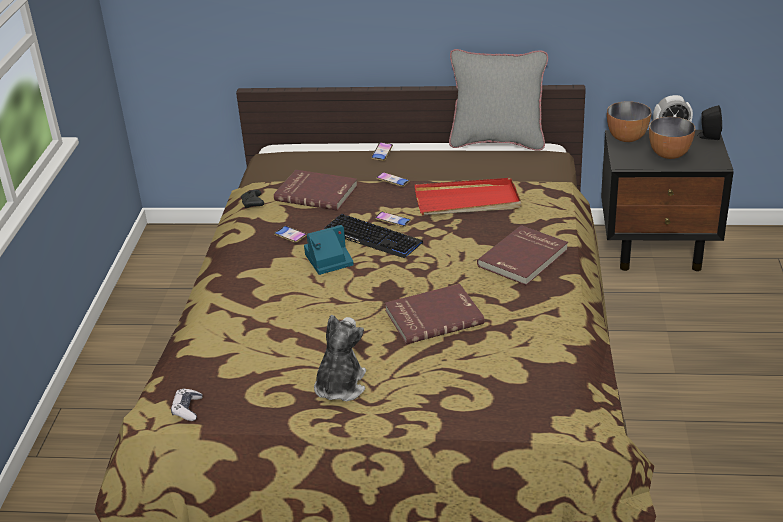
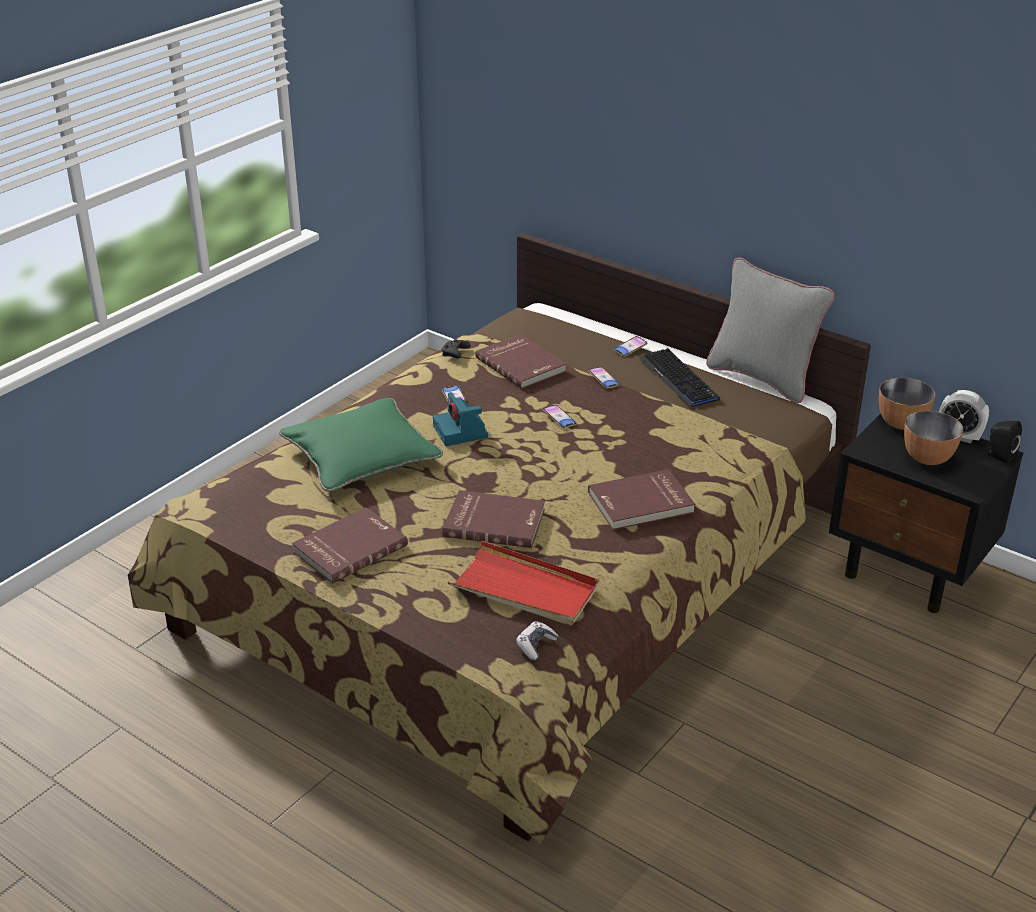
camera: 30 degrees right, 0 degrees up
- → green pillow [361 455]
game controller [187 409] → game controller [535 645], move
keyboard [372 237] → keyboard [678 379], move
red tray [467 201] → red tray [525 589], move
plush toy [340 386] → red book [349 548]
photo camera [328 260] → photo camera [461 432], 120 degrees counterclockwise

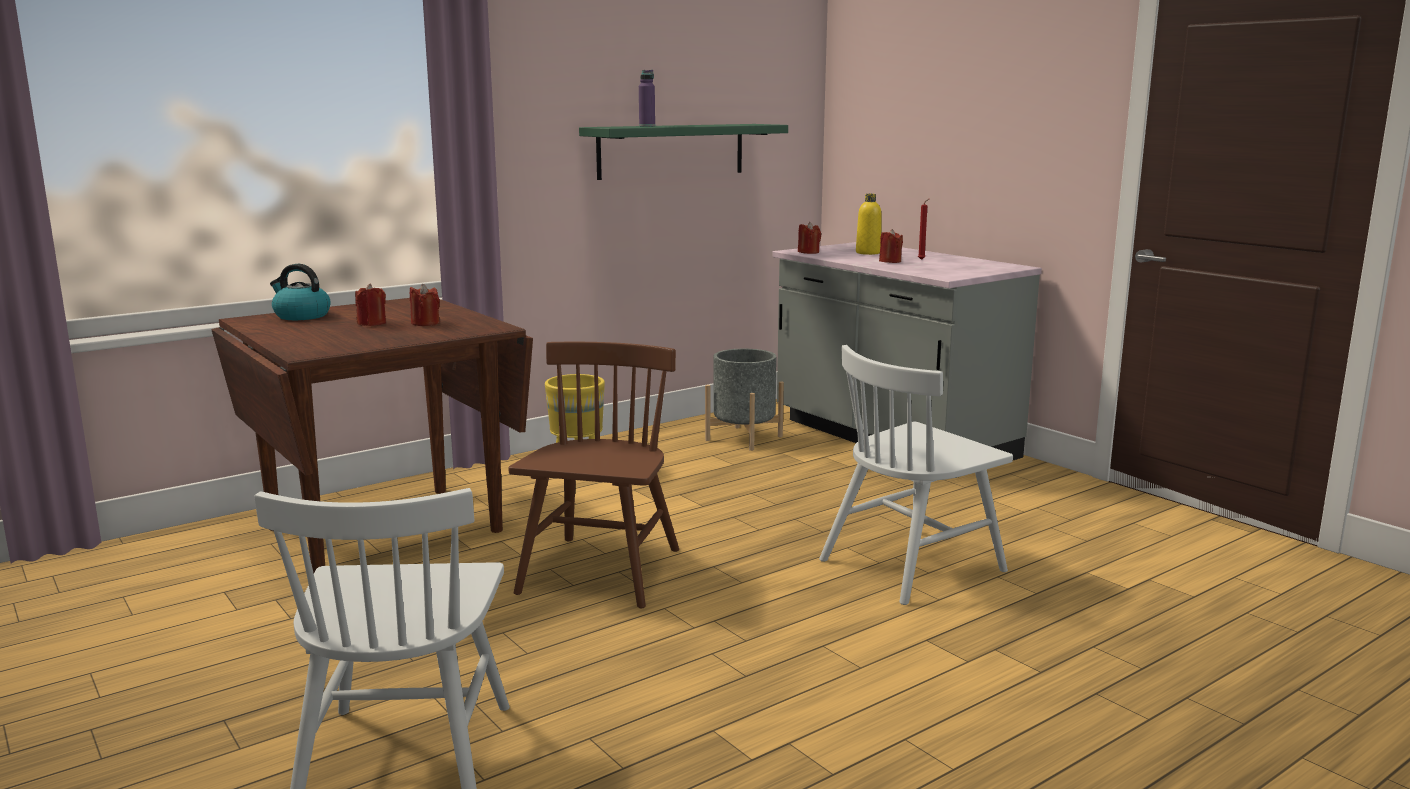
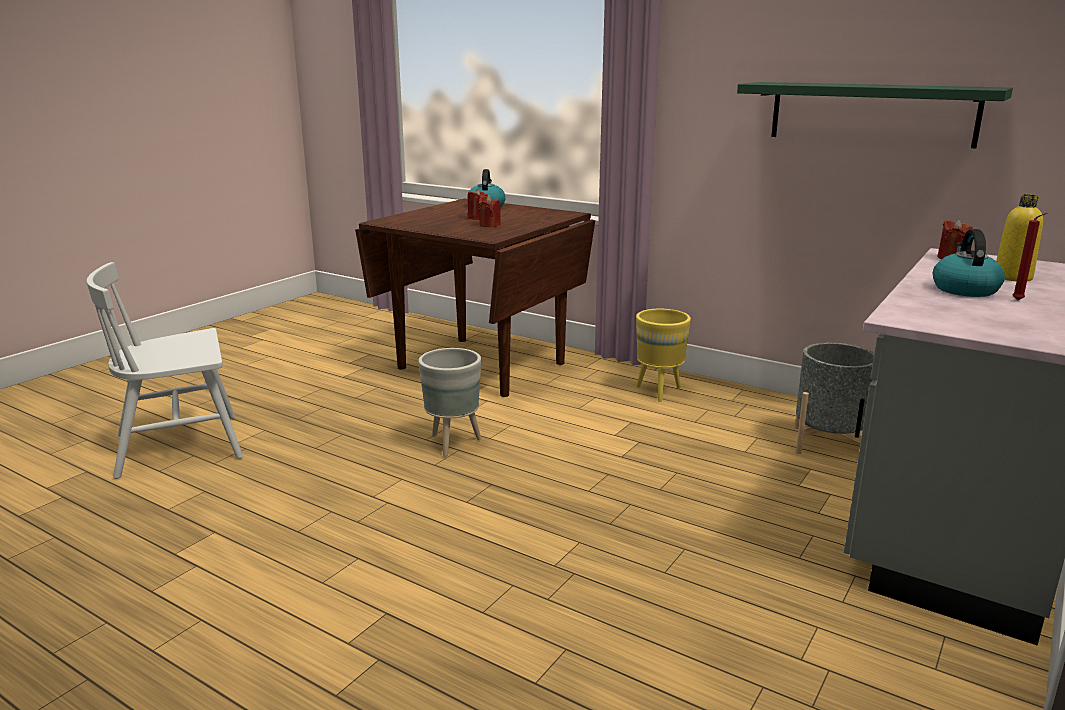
camera: 70 degrees right, 5 degrees up
purple bottle [647 126] → -
white chair [912 565] → -
brown chair [601 572] → grey planter [453 444]
red candle [890 261] → kettle [964 289]

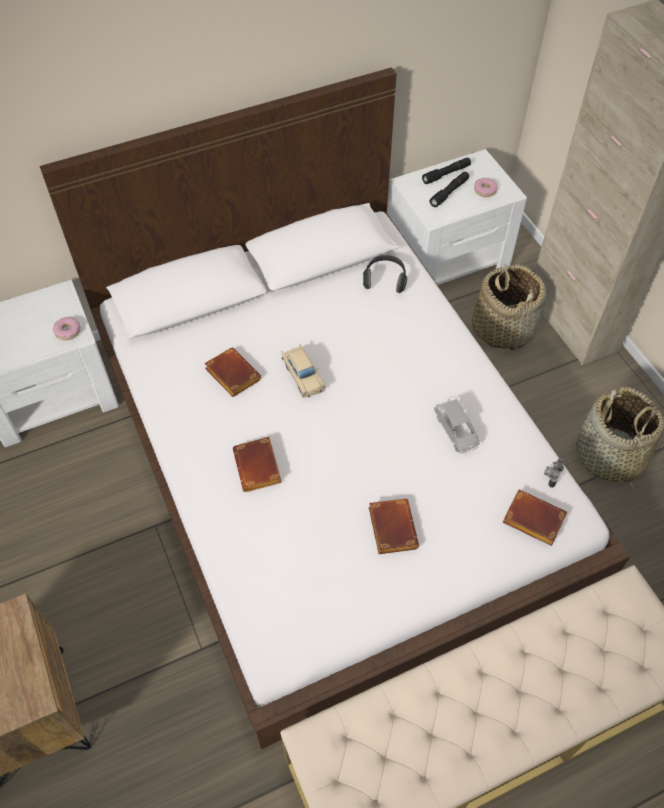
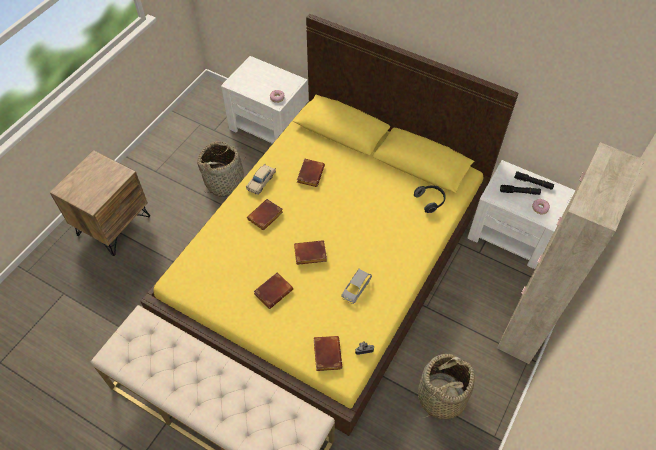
camera: 55 degrees right, 0 degrees up
- → brown book [309 255]
beige toy car [303 375] → beige toy car [261 181], move
basket [502 328] → basket [225 182], move
white bed [331 453] → yellow bed [329 256]

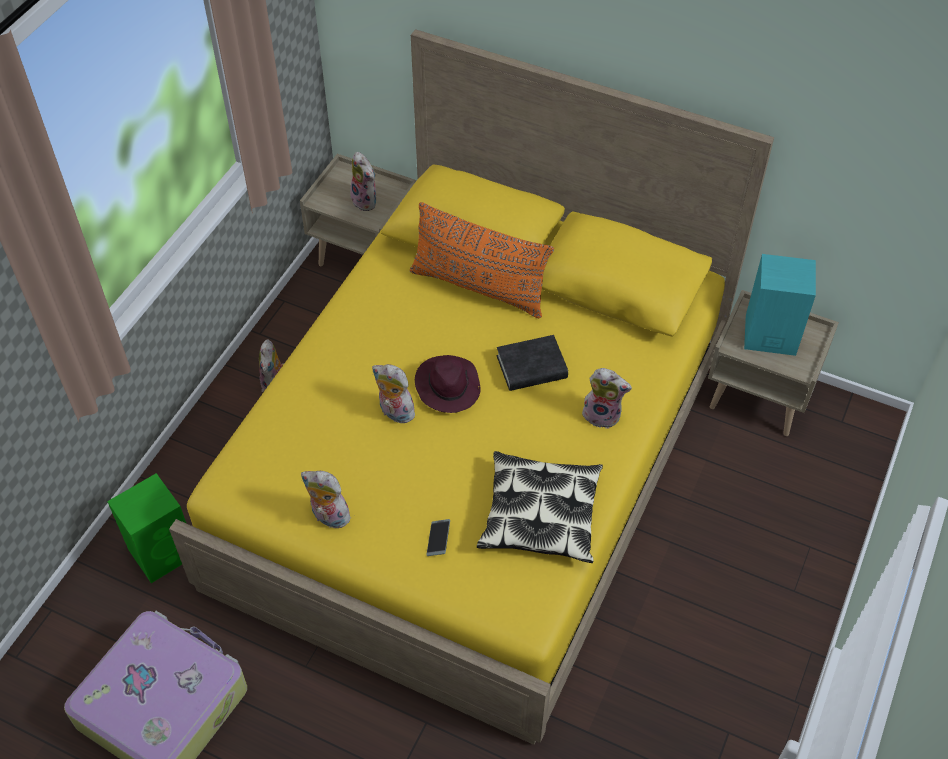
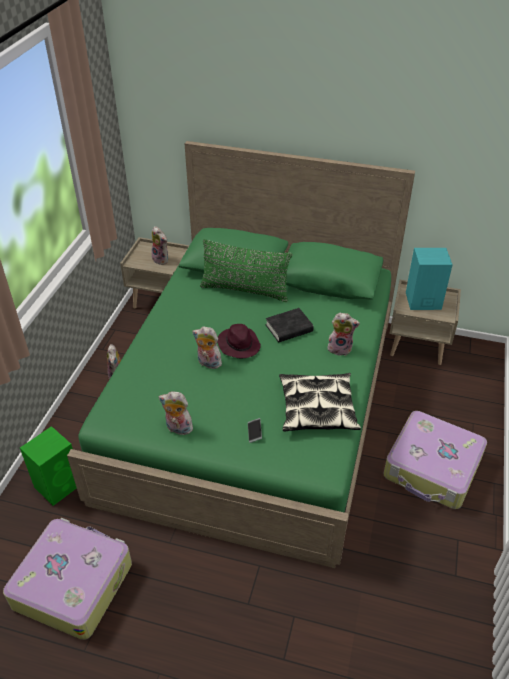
camera: 10 degrees left, 10 degrees down
- → suitcase [432 468]
yellow bed [475 462] → green bed [255 403]
orange pillow [479 287] → green pillow [245 290]

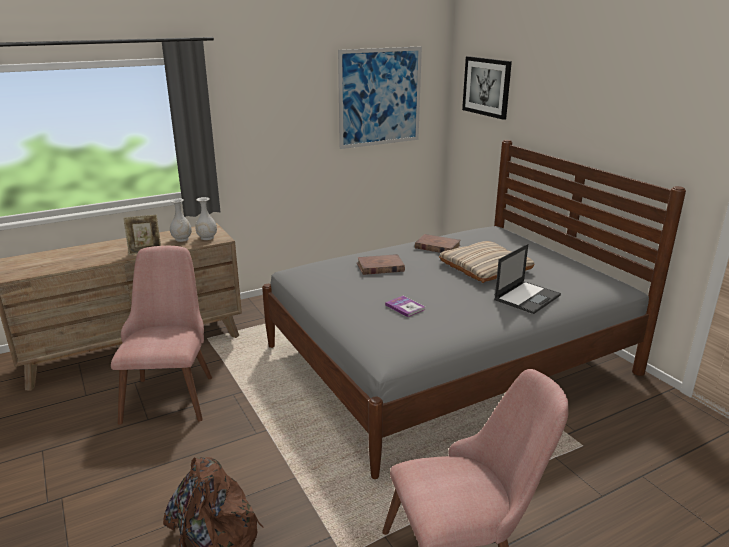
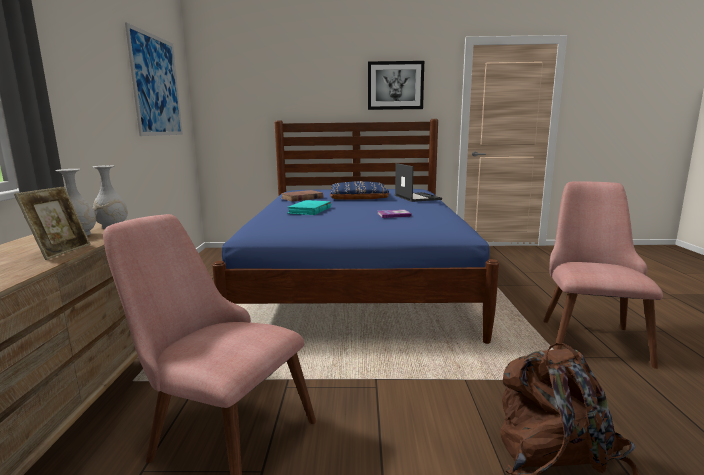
camera: 60 degrees left, 10 degrees down
picture [486 87] → picture [395 85], move
grey bed [448 359] → blue bed [356 282]
brown book [380 267] → turquoise book [309 210]
beige pillow [485 267] → blue pillow [358 196]

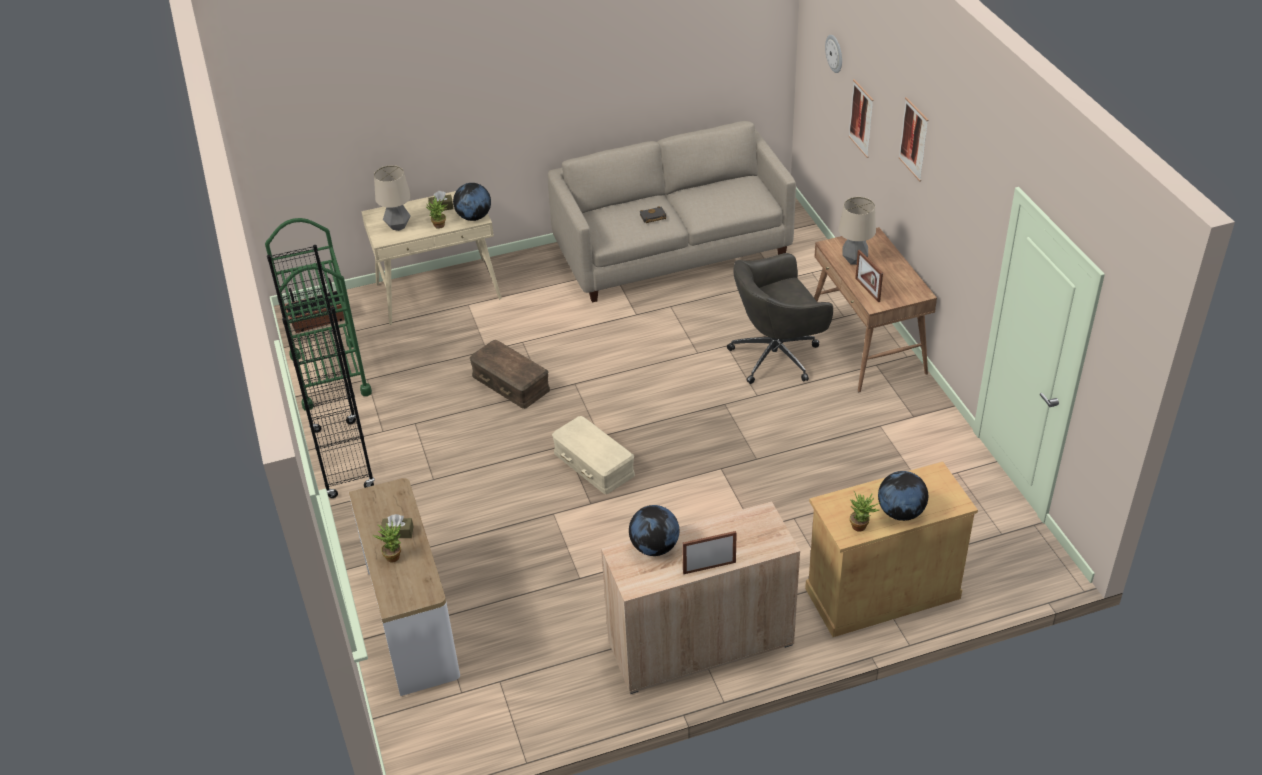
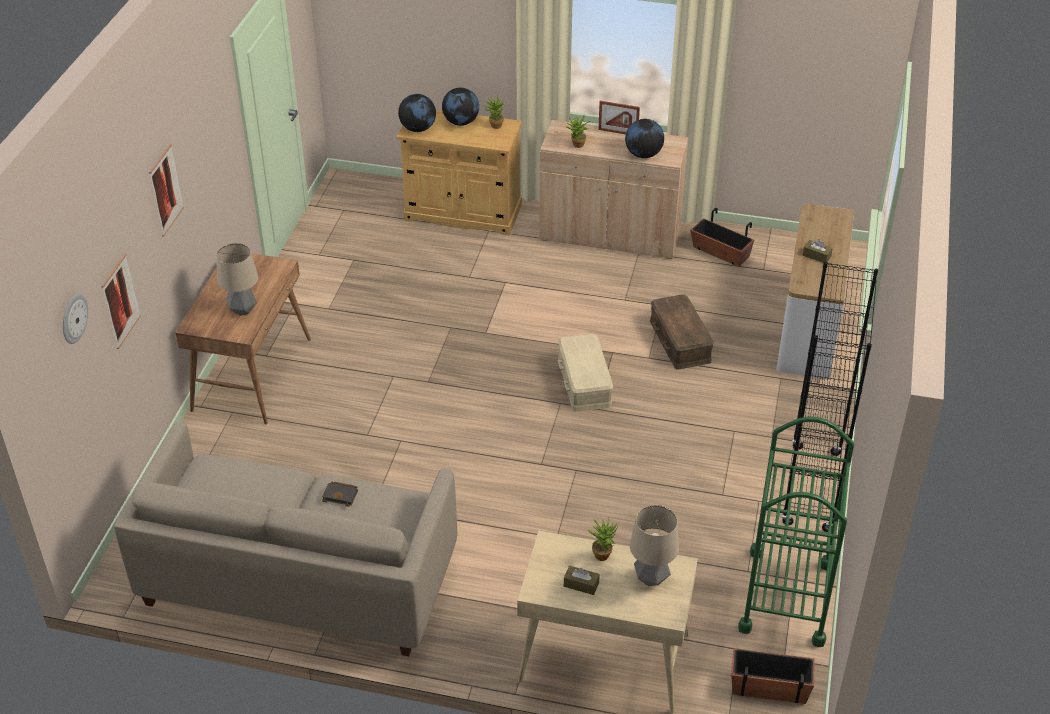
camera: 150 degrees left, 0 degrees up
grey office chair [777 356] → -
picture frame [867 290] → -
- → planter [720 252]
potted plant [393 555] → potted plant [577 146], move
globe [474 217] → globe [418 129], move
brown storage box [510 383] → brown storage box [681 341], move

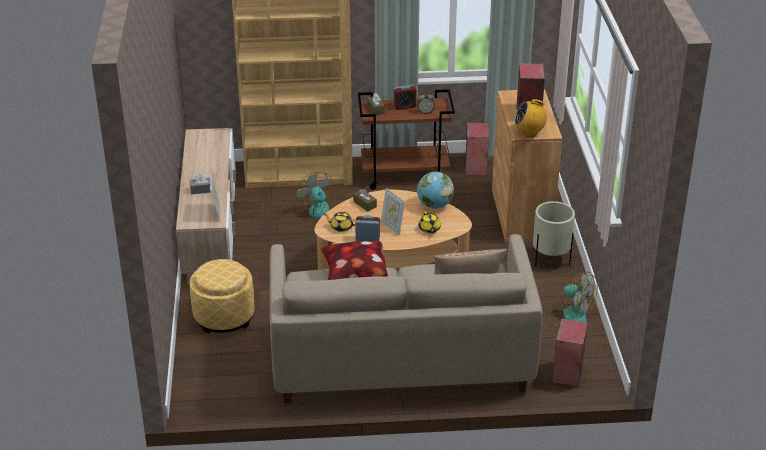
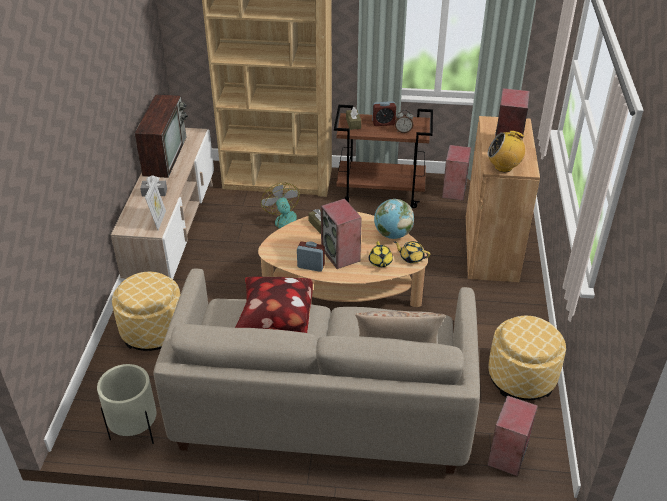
camera: 10 degrees right, 5 degrees up
- → television [165 155]
yellow teapot [341 227] → yellow teapot [411 257], move
beige planter [550 260] → beige planter [135 431], move
picture frame [392 227] → speaker [341 255]
fan [568 315] → ottoman [521 377]

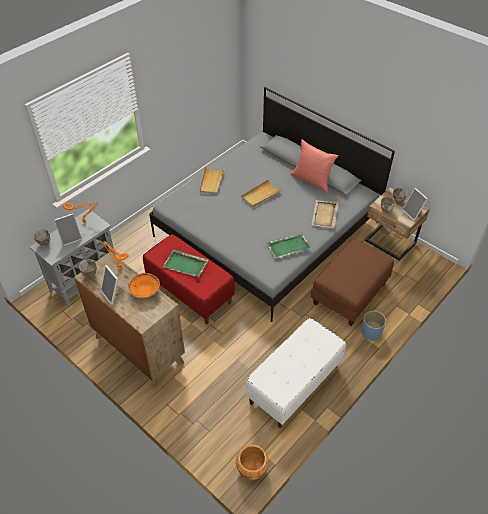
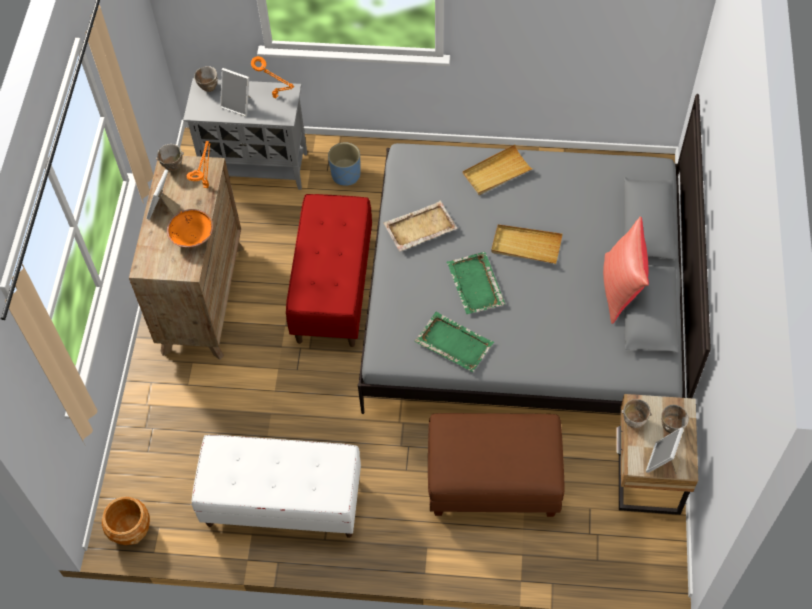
camera: 55 degrees right, 10 degrees up
green tray [186 264] → green tray [475 285], move
beige tray [324 215] → beige tray [419 227], move
blue planter [371 332] → blue planter [346 175], move

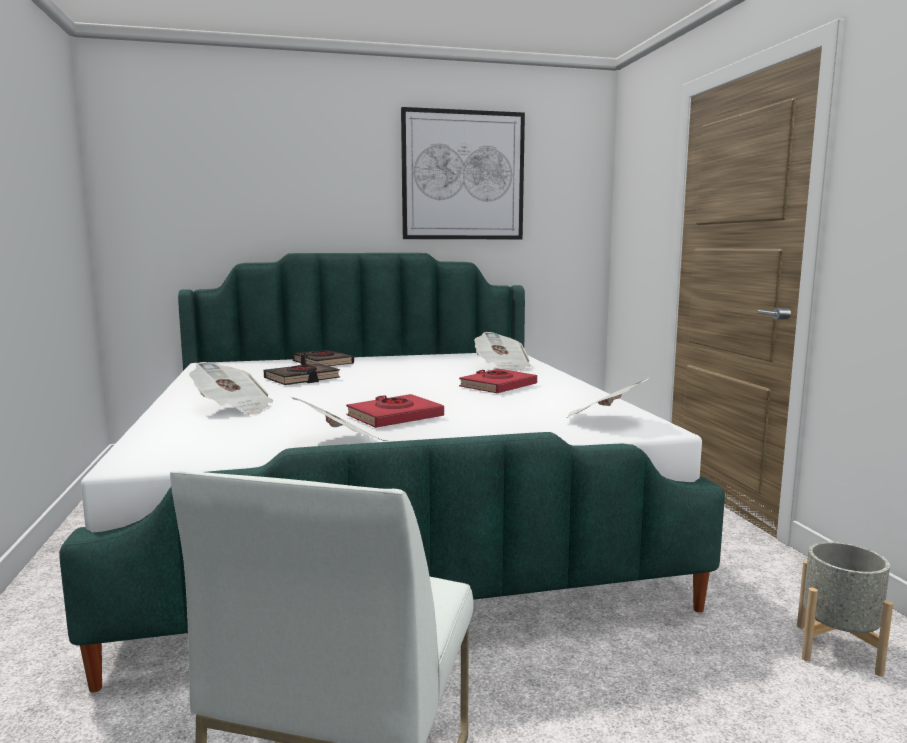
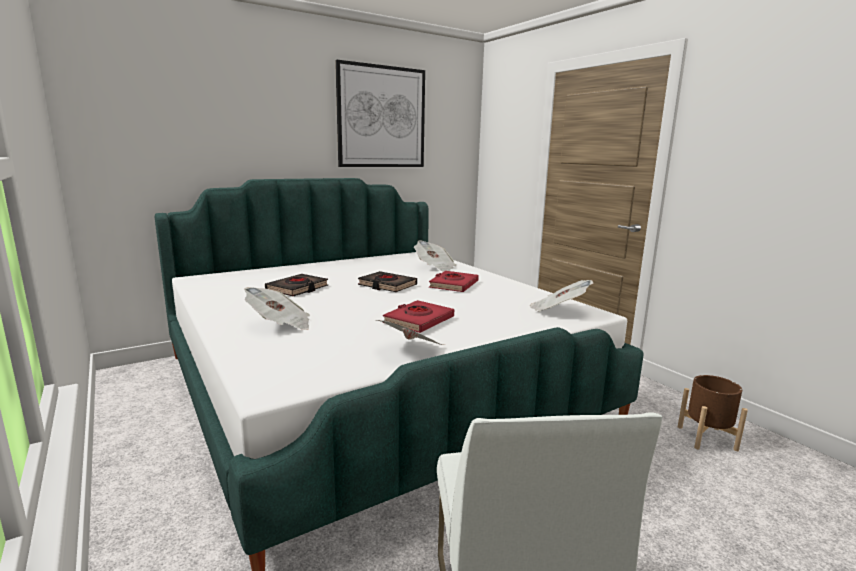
camera: 20 degrees left, 5 degrees up
black book [322 363] → black book [387 285], move
grey planter [837 648] → brown planter [706 438]

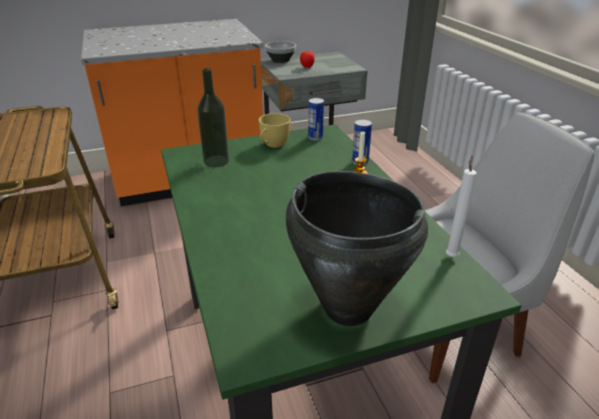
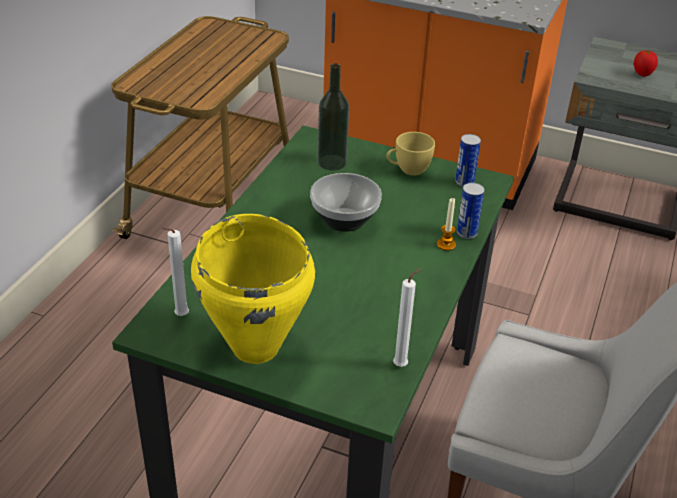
camera: 40 degrees right, 5 degrees up
- → white candle [179 316]
bowl [281 60] → bowl [344 221], move
black cooking pot [347 307] → yellow cooking pot [256 346]

